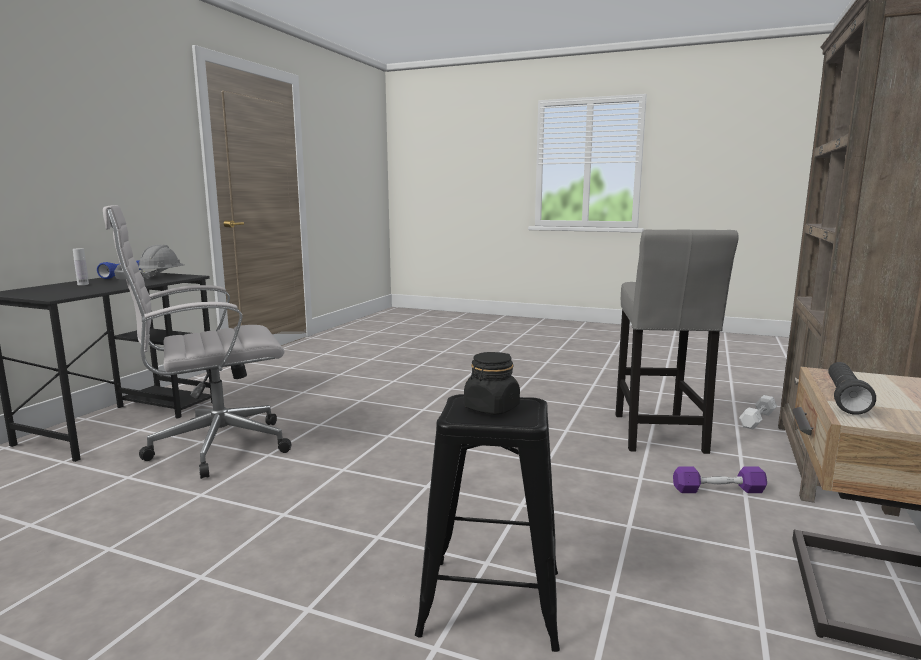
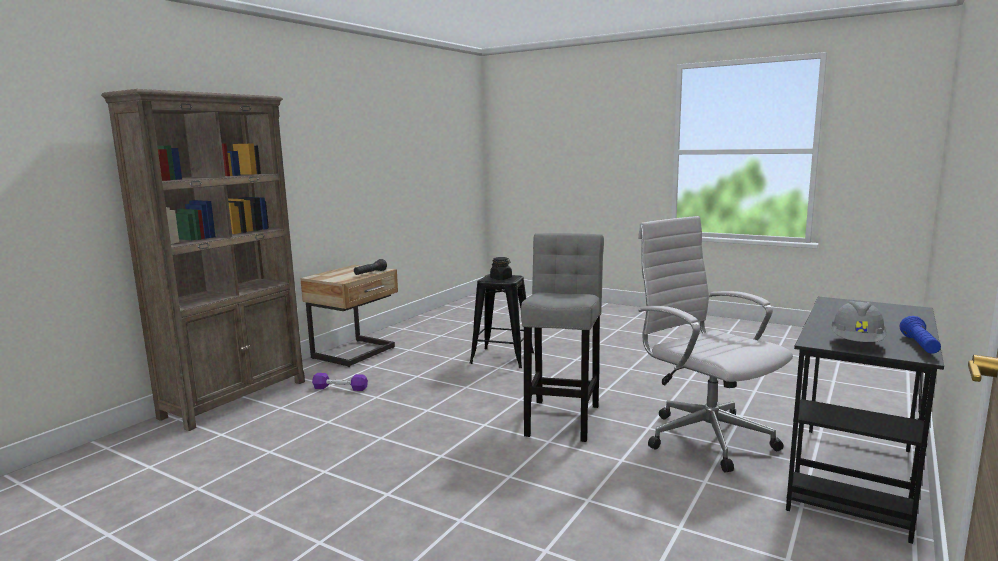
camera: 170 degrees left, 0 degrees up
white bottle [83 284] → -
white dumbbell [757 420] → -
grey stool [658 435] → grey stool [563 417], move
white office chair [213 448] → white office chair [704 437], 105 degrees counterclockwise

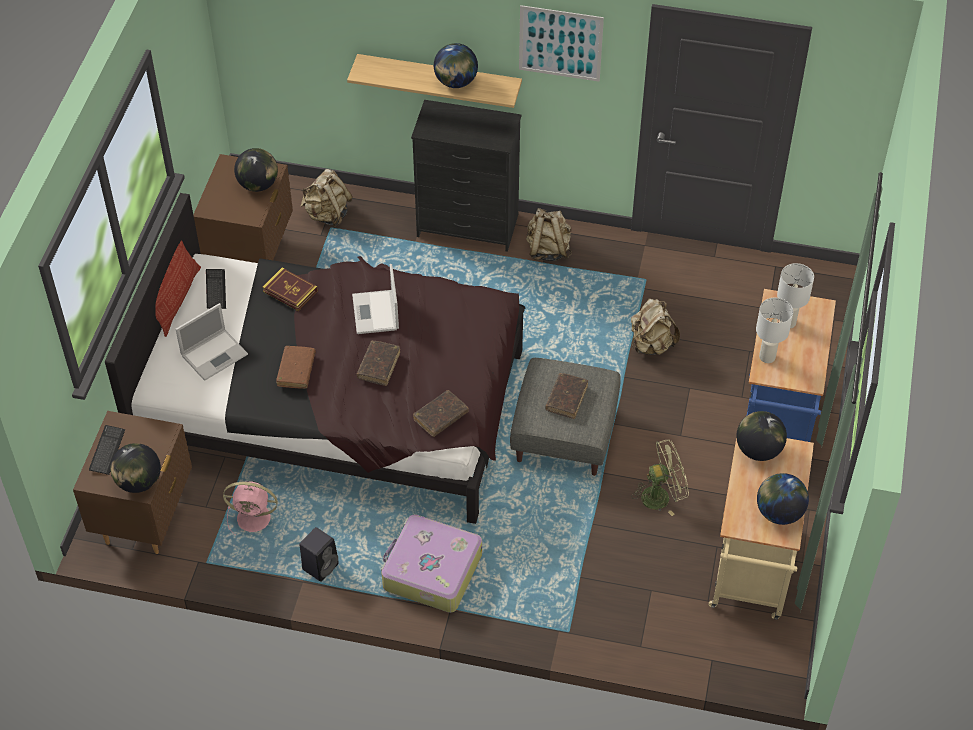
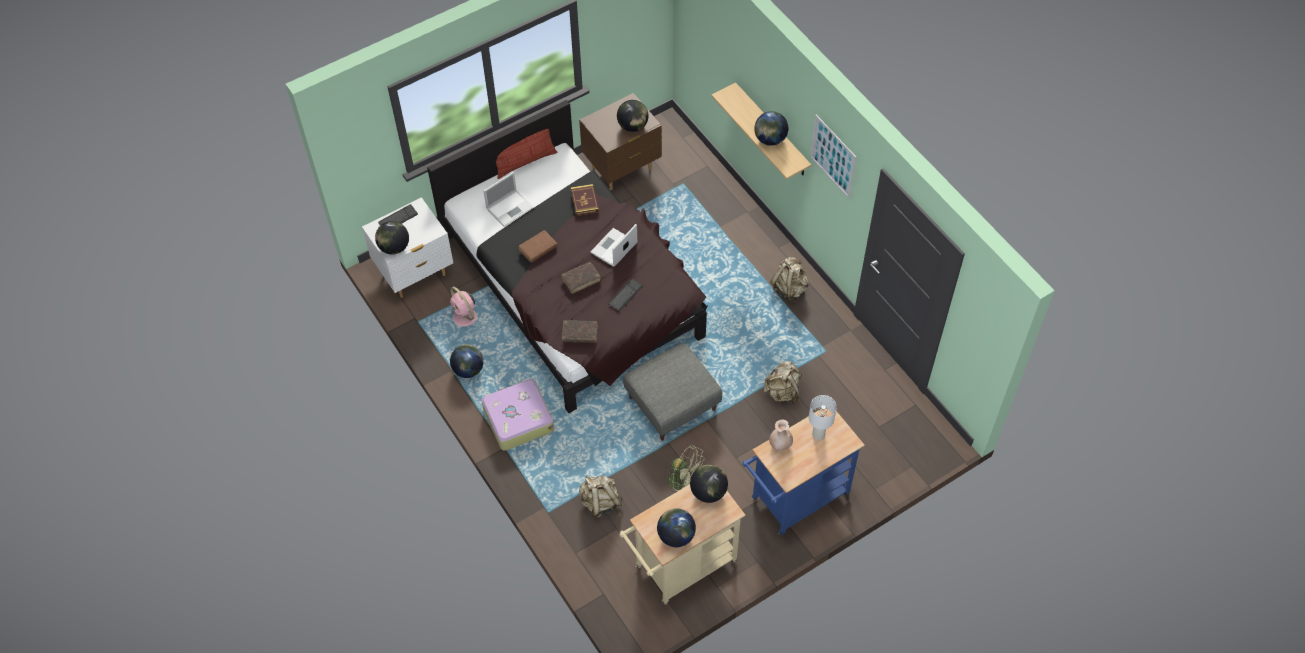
camera: 45 degrees right, 5 degrees up
black dresser [467 226] → -
brown book [566 399] → -
keyboard [216 290] → keyboard [625 295], move
beige backpack [327 214] → beige backpack [600 502], move
black speaker [321 565] → globe [468 369]
white table lamp [767 357] → beige vase [780 444]
brown nightstand [145 519] → white nightstand [415 274]
laptop [215 354] → laptop [510 208], 45 degrees counterclockwise

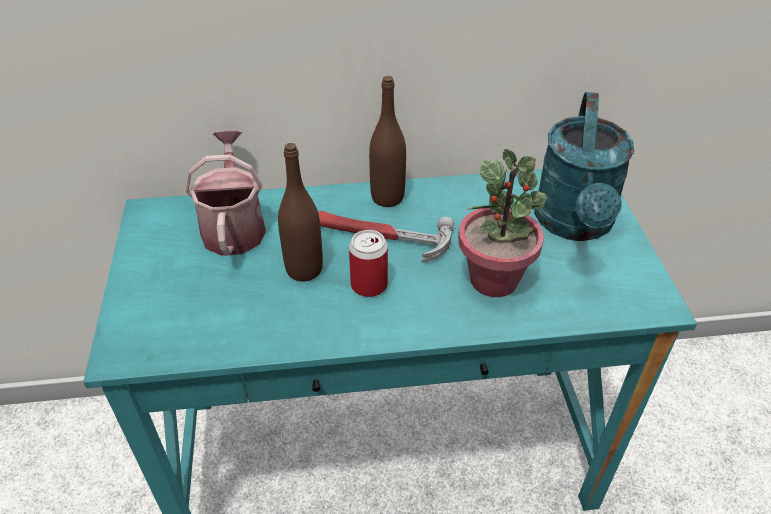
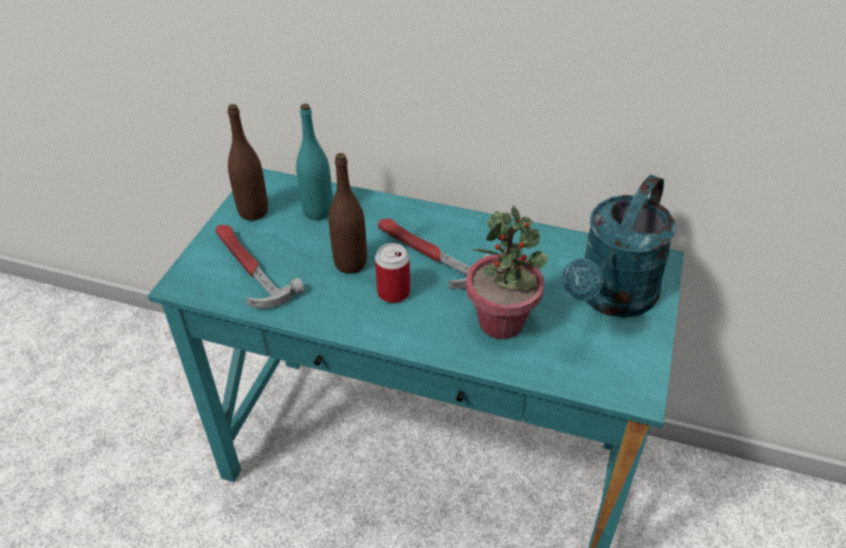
camera: 25 degrees right, 0 degrees up
- → hammer [249 268]
brown bottle [387 197] → brown bottle [253 212], move
watering can [233 226] → turquoise bottle [318 211]

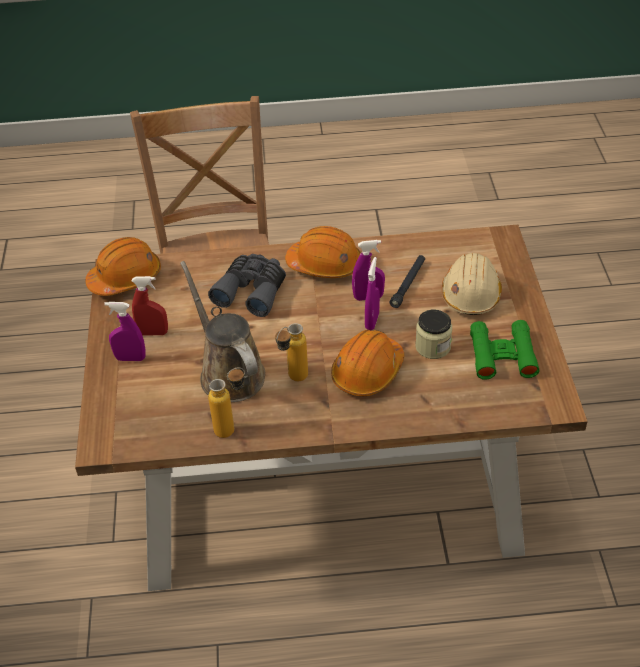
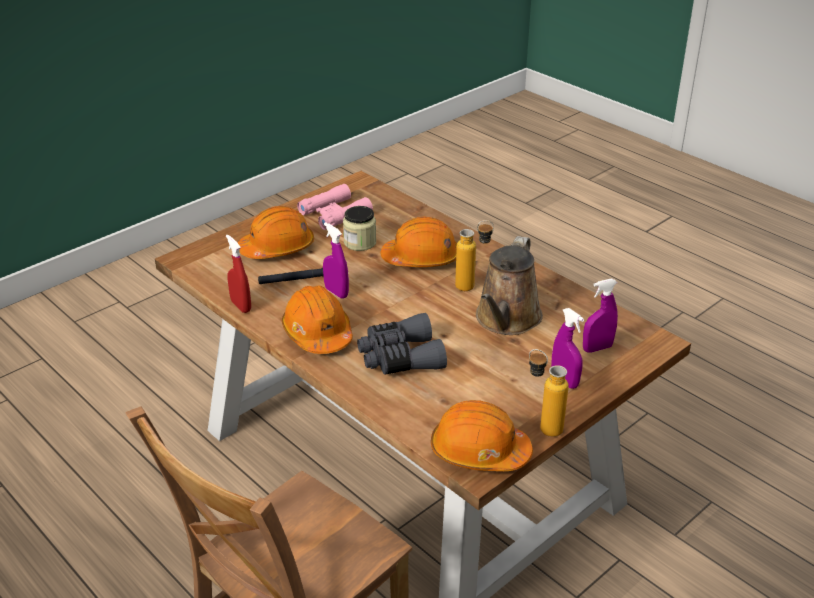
camera: 130 degrees left, 10 degrees down
red spray bottle [153 333] → red spray bottle [241 306], move
bottle [232 428] → bottle [542 426], move
purple spray bottle [372 321] → purple spray bottle [597 348], move
beige hard hat [471 294] → orange hard hat [277 248]
green binoculars [502 355] → pink binoculars [334 214]

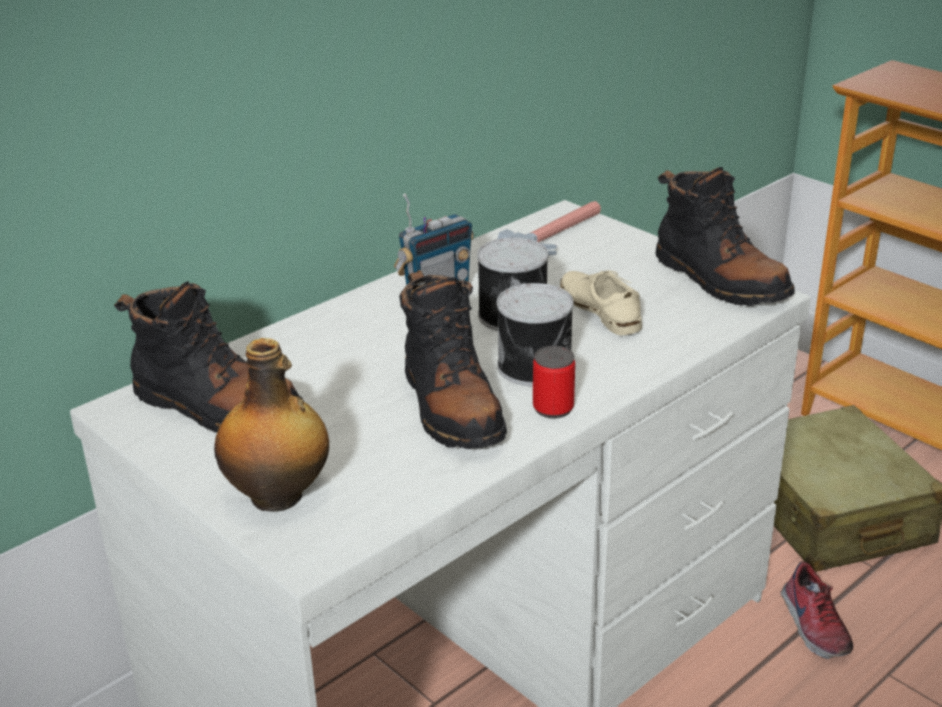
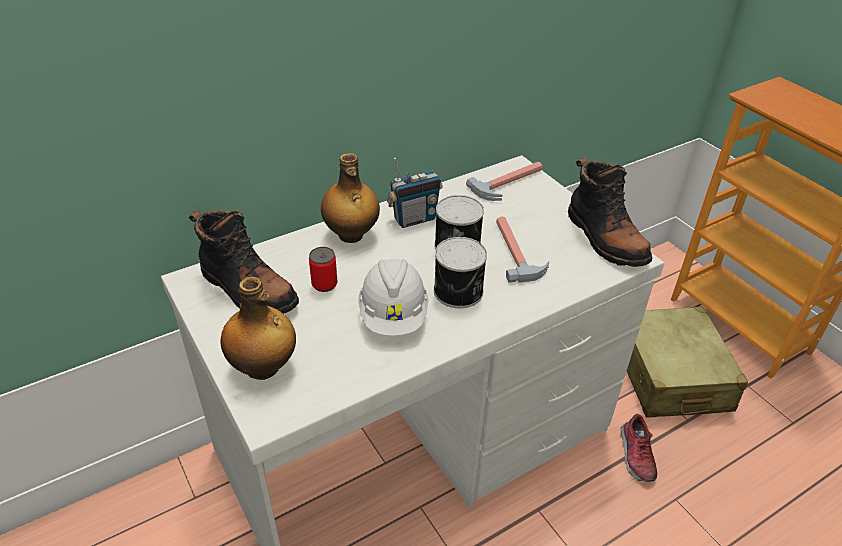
camera: 10 degrees right, 10 degrees up
- → bottle [351 235]
can [553 408] → can [324 284], move
black boot [451 407] → white hard hat [393 315]
beige shoe [600 310] → hammer [516 251]

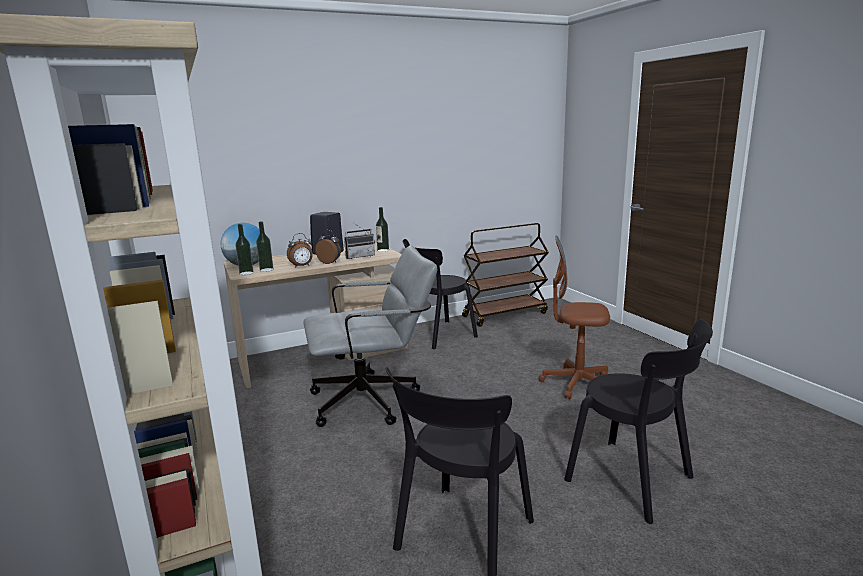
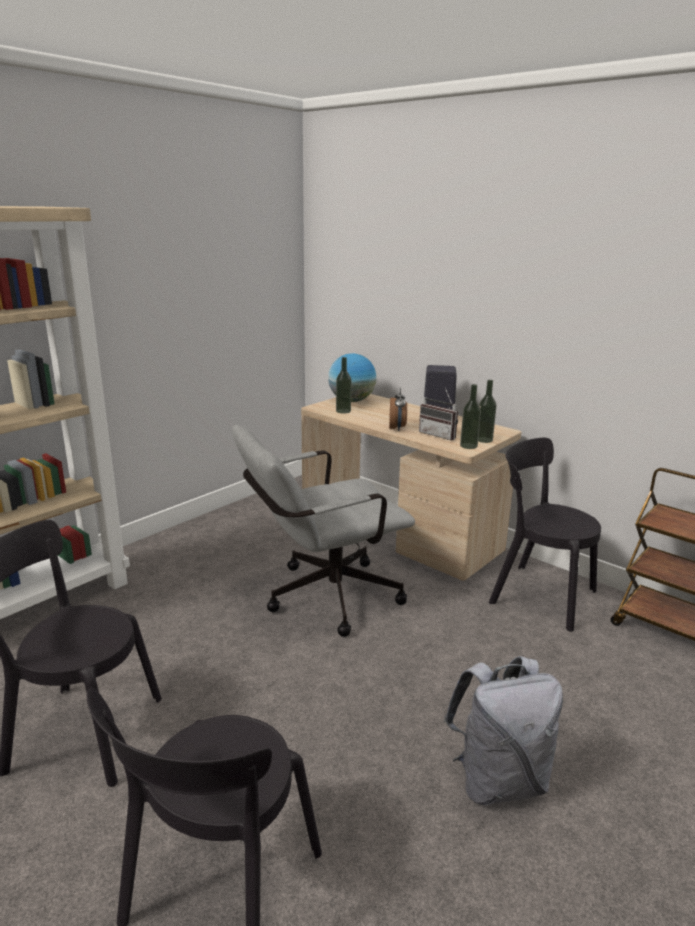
camera: 65 degrees right, 5 degrees up
alarm clock [302 266] → -
bottle [246 273] → bottle [468 446], move
brown office chair [576 383] → grey backpack [498 780]
grey office chair [374 400] → grey office chair [322 598], 105 degrees clockwise

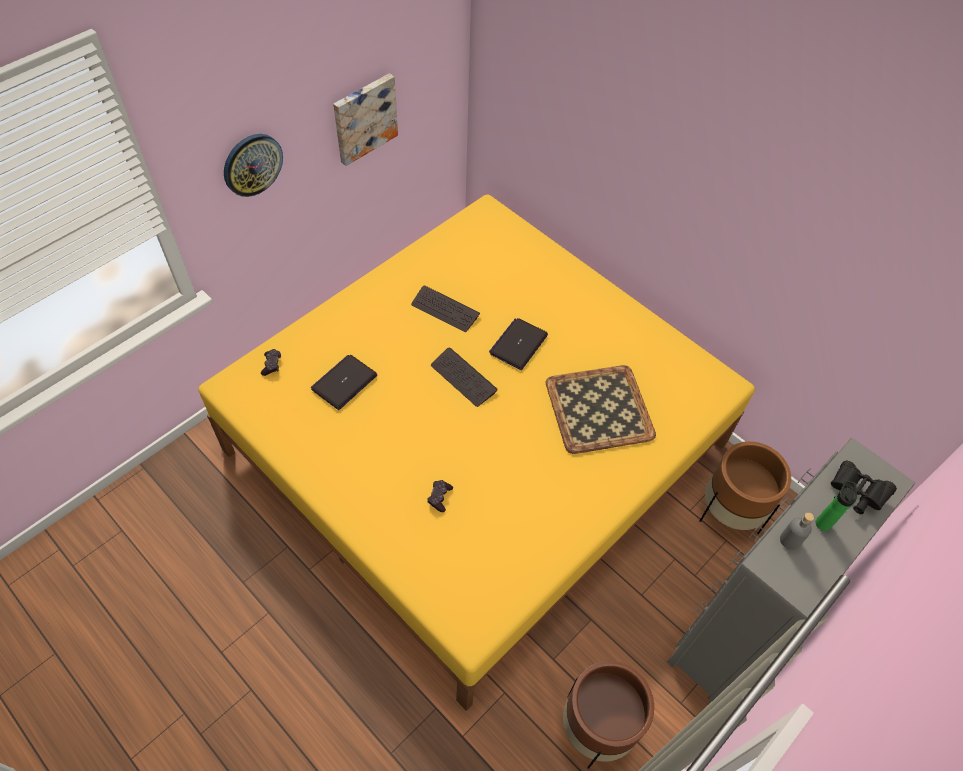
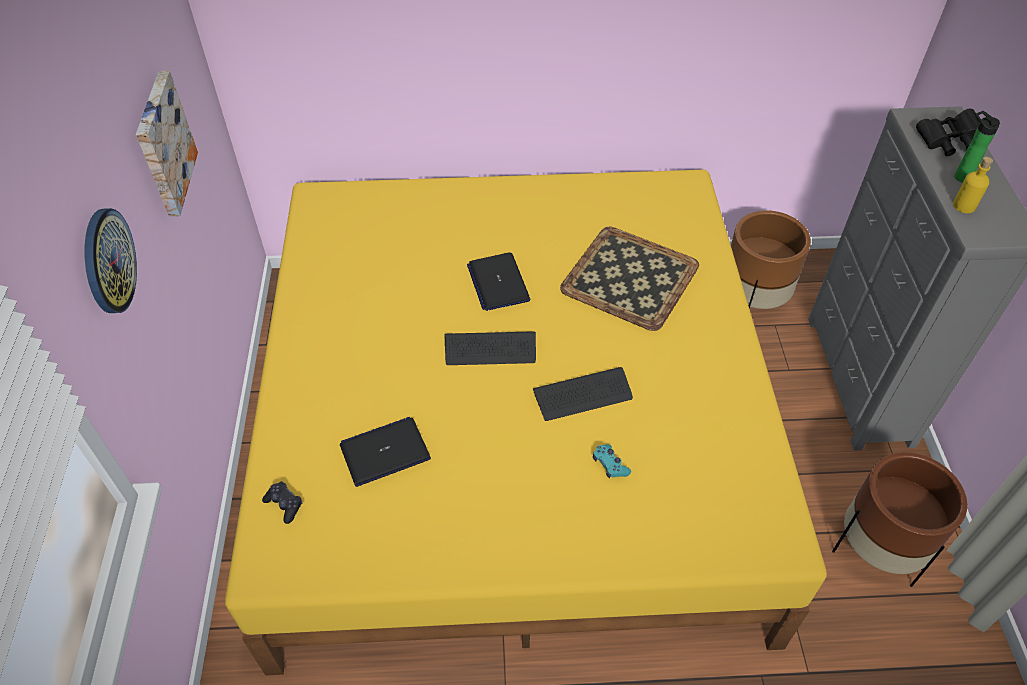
camera: 45 degrees left, 5 degrees down
keyboard [445 310] → keyboard [583 395], move
black game controller [439 497] → turquoise game controller [610 465]
grey bottle [789 540] → yellow bottle [964 206]
laptop [344 382] → laptop [385 452], 75 degrees clockwise

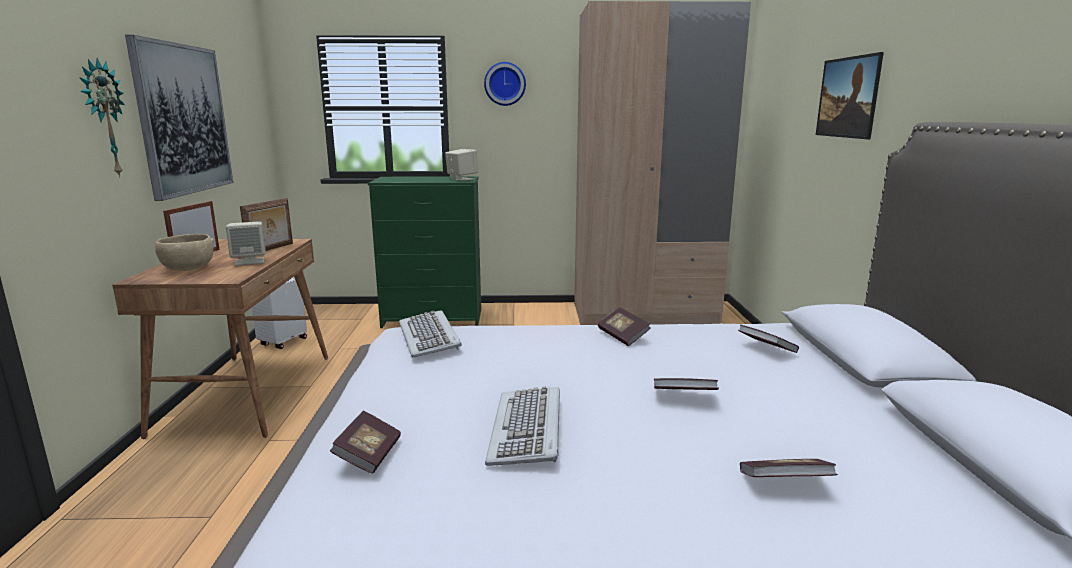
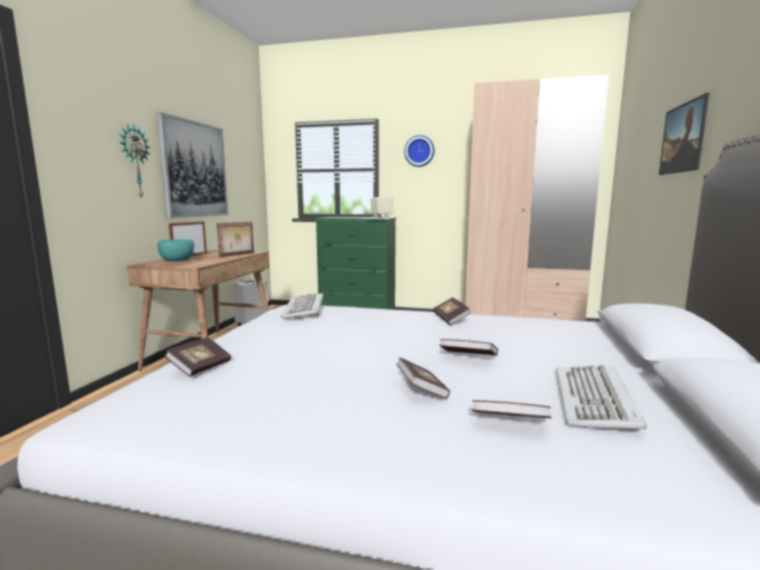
camera: 15 degrees right, 5 degrees down
beige speaker [250 261] → -
keyboard [528 430] → keyboard [595 400], move
book [766 349] → book [421 390], move
beige bowl [188 269] → turquoise bowl [177 261]

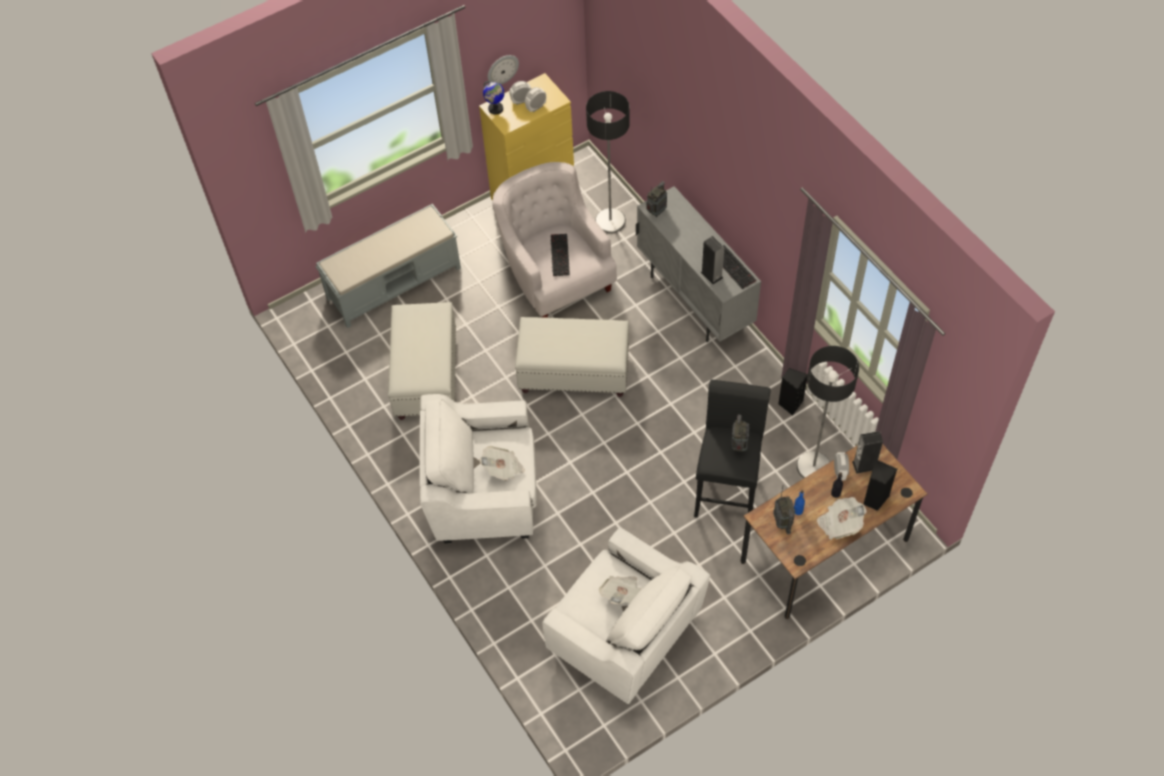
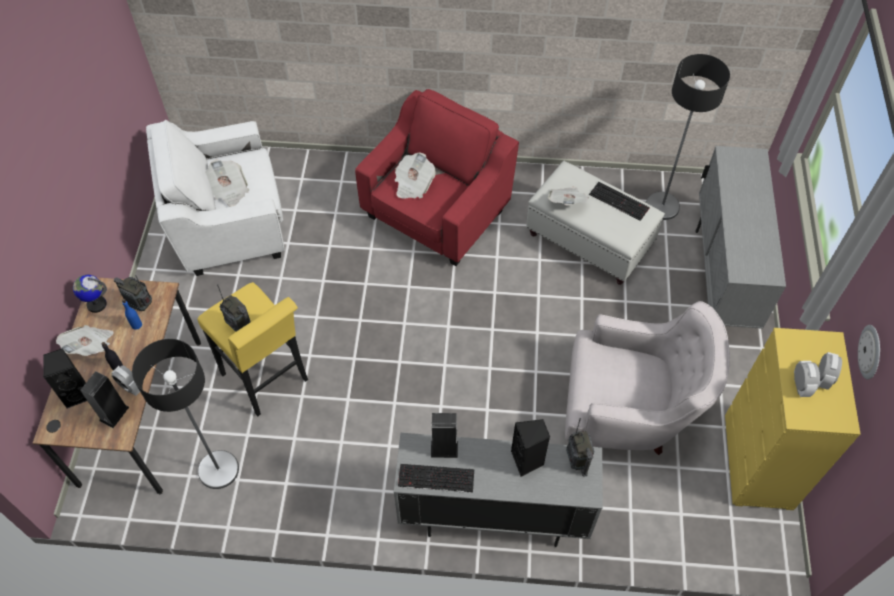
camera: 125 degrees right, 0 degrees up
white ottoman [575 372] → -
- → newspaper [567 202]
globe [495 109] → globe [96 304], move
keyboard [559 254] → keyboard [620 201], move
floor lamp [610 221] → floor lamp [662 206], move
black speaker [790 404] → black speaker [528 460], move
grey bench [395 282] → grey cabinet [721 276]
white armchair [484 492] → red armchair [437 213]
black stool [727 490] → yellow stool [268 381]

